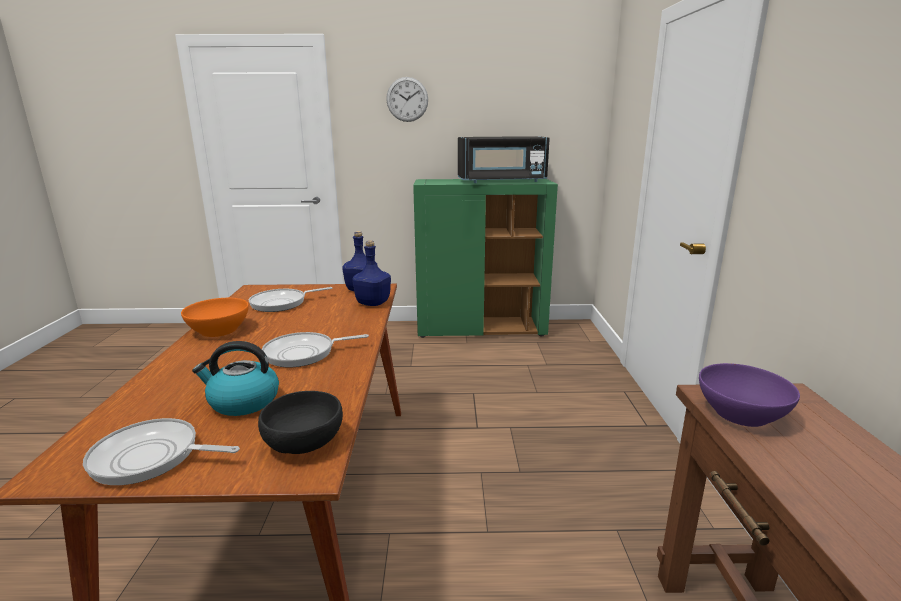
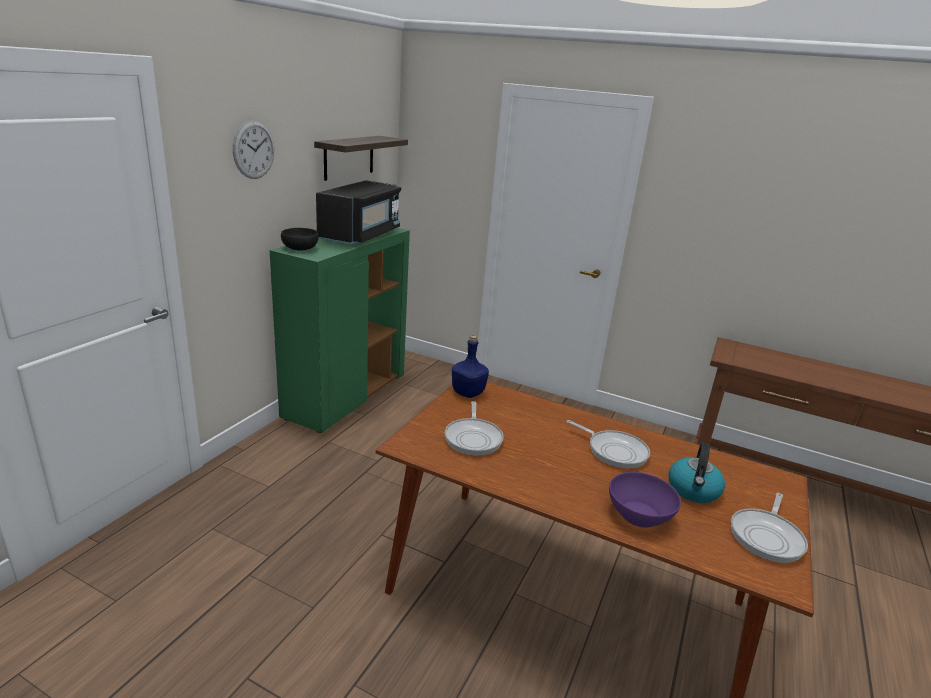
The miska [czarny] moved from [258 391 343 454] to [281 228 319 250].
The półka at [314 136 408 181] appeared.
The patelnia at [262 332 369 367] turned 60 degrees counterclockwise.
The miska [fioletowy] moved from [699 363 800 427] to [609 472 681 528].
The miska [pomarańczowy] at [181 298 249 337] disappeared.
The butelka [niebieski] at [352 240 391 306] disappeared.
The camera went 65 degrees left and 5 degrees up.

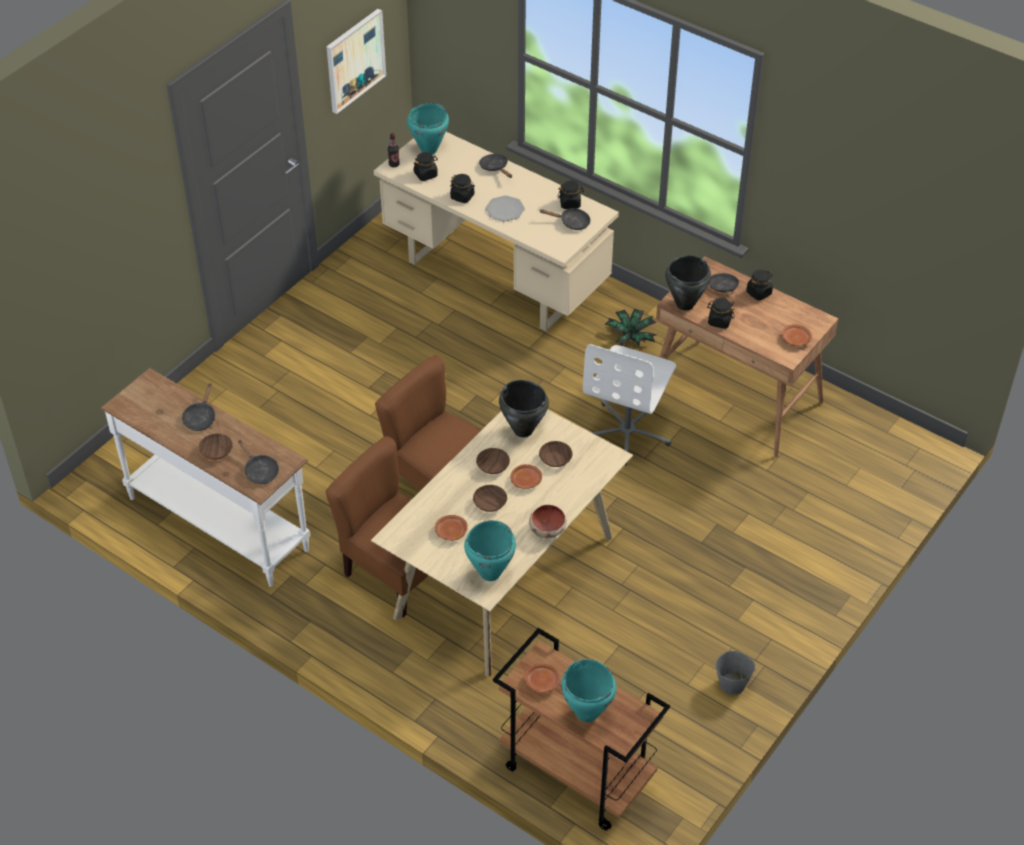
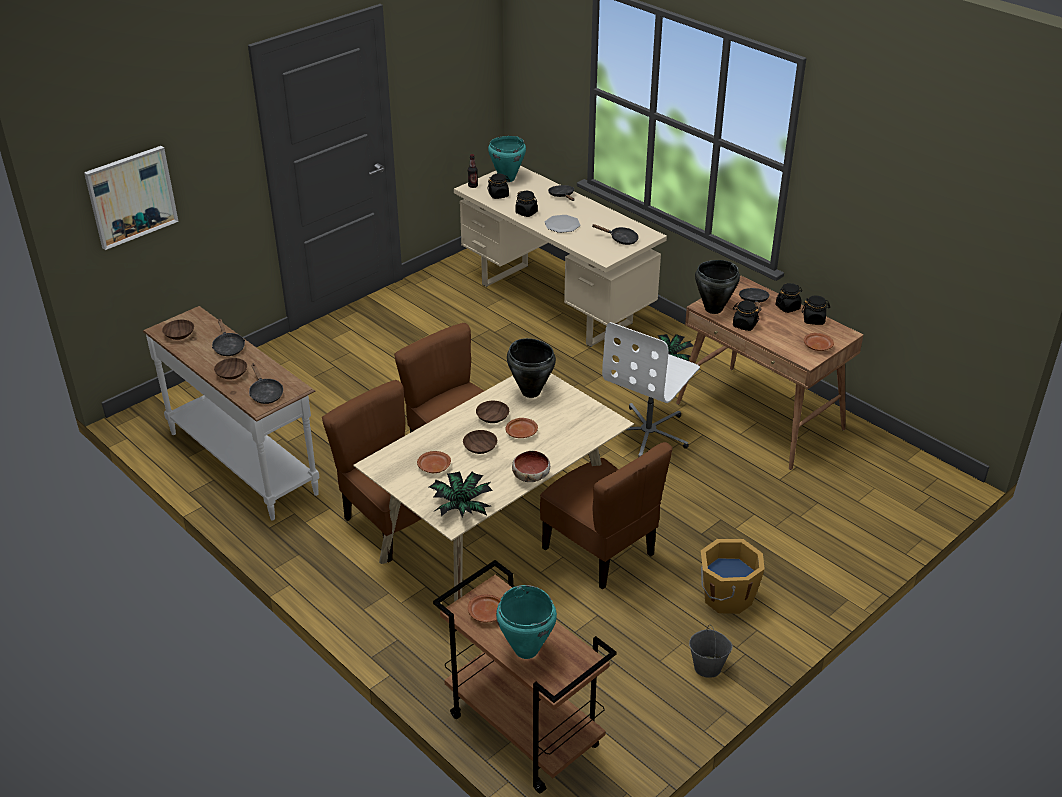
The obraz moved from [326 9 386 114] to [84 146 179 250].
The miska [brązowy] moved from [539 441 573 467] to [162 320 194 340].
The patelnia [czarny] at [182 383 215 431] turned 45 degrees counterclockwise.
The garnek [turkusowy] at [464 520 516 581] was replaced by the roślina doniczkowa at [429 471 493 517].
The krzesło [brązowy] at [540 442 673 590] appeared.
The wiadro [pomarańczowy] at [701 539 765 614] appeared.
The słoik [czarny] moved from [558 181 584 209] to [802 295 830 325].
The camera went 10 degrees right and 10 degrees down.

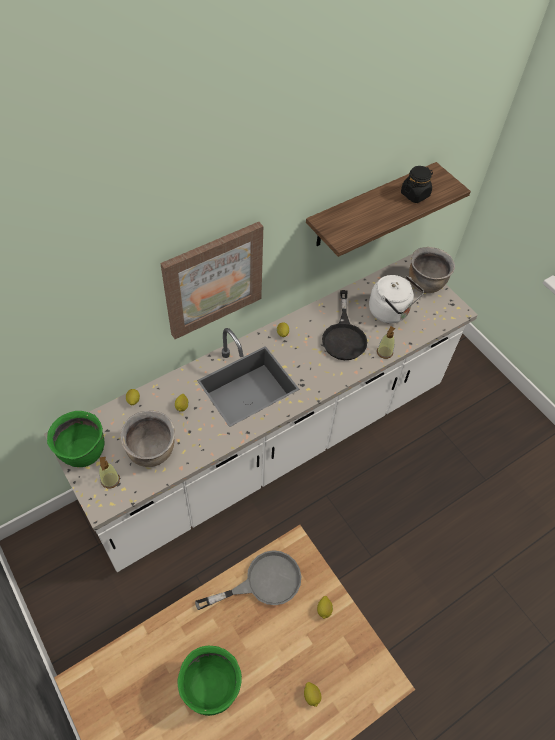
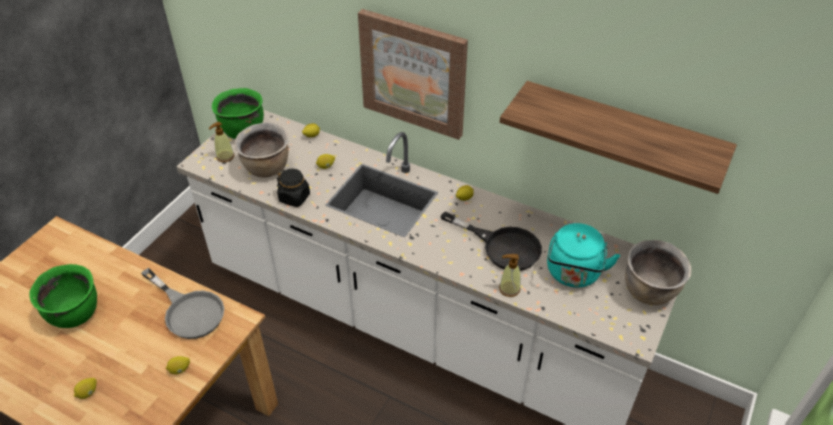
The słoik [czarny] moved from [401 166 433 203] to [277 169 310 207].
The patelnia [czarny] at [322 290 367 360] turned 120 degrees counterclockwise.
The czajnik [biały] at [369 275 424 323] became the czajnik [turkusowy] at [547 223 620 287].
The camera went 65 degrees right and 10 degrees down.

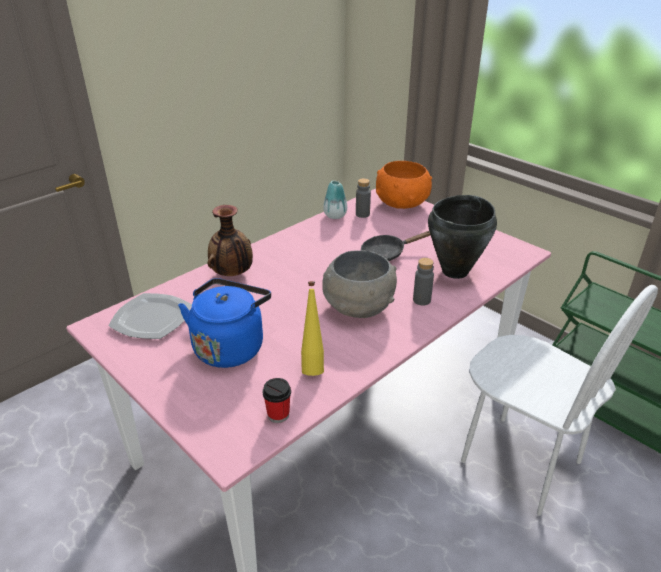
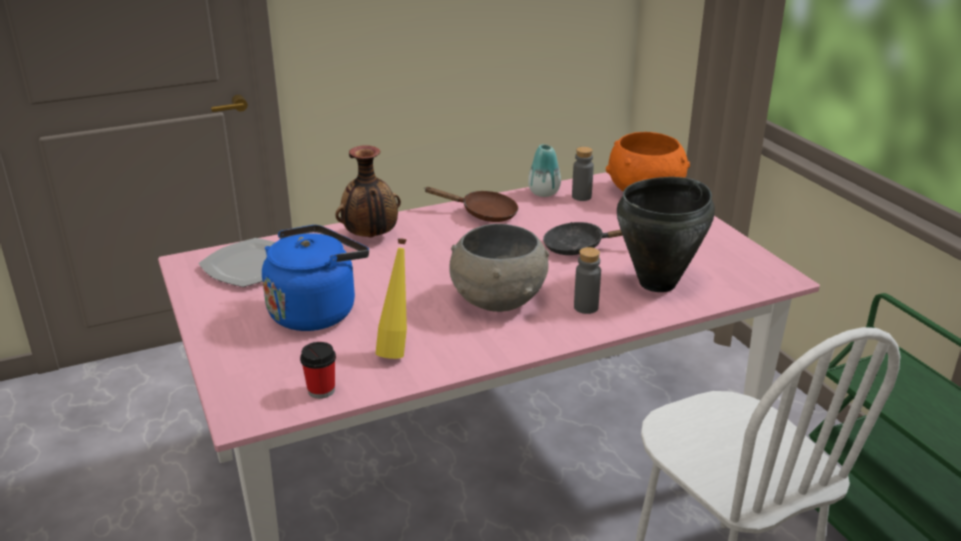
The patelnia [brązowy] at [425 187 518 222] appeared.
The camera went 20 degrees right and 5 degrees down.

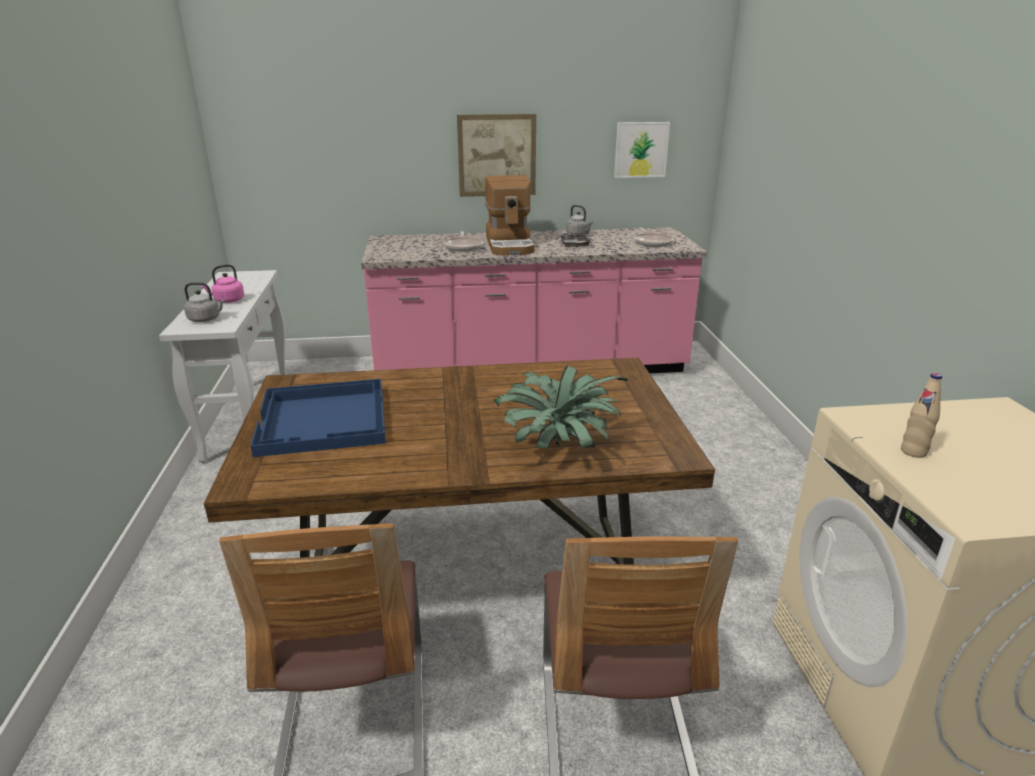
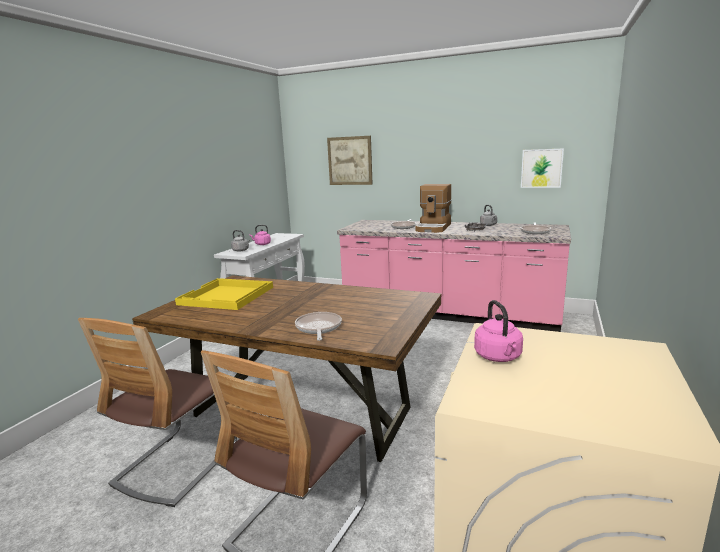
The taca [niebieski] at [251 379 386 457] became the taca [żółty] at [175 278 273 310].
The roślina doniczkowa at [494 365 628 448] was replaced by the patelnia at [295 312 342 341].
The obraz moved from [457 114 536 197] to [327 136 373 185].
The butelka [beżowy] at [901 373 942 458] was replaced by the czajnik [różowy] at [474 300 523 362].
The camera went 30 degrees right and 10 degrees down.

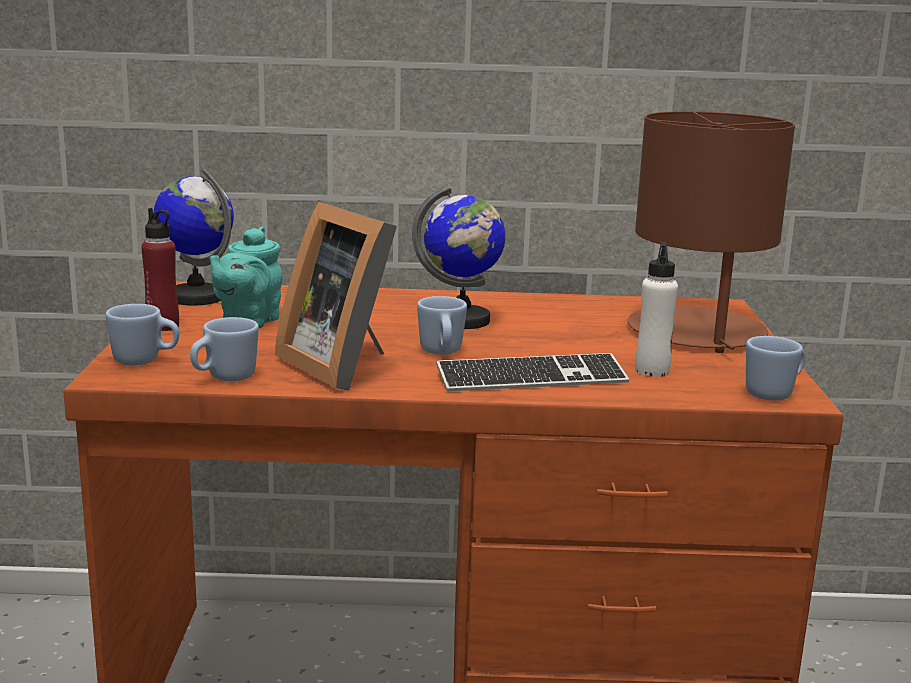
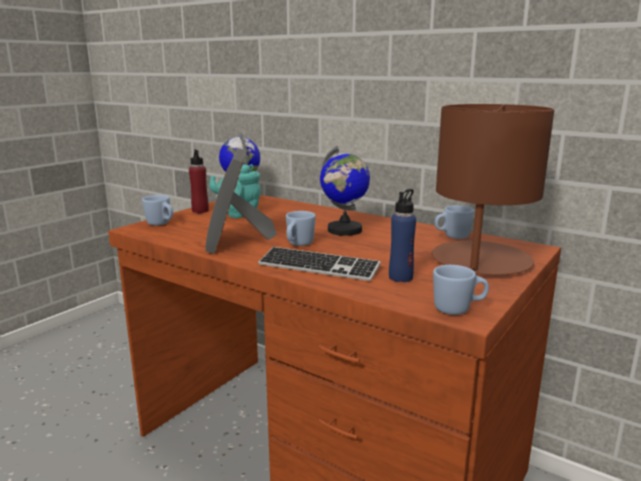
The butelka [biały] at [635 242 678 377] became the butelka [niebieski] at [389 189 416 282].
The kubek [niebieski] moved from [190 317 259 381] to [435 205 474 239].
The camera went 35 degrees right and 0 degrees up.

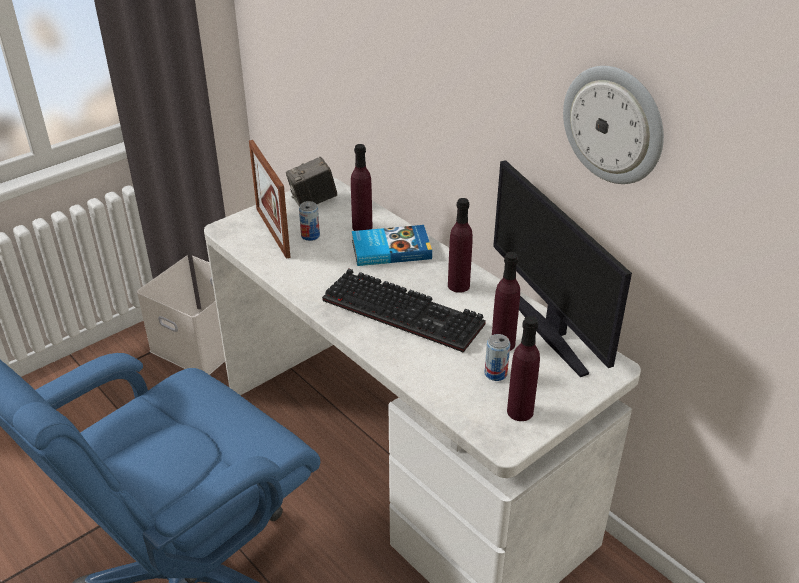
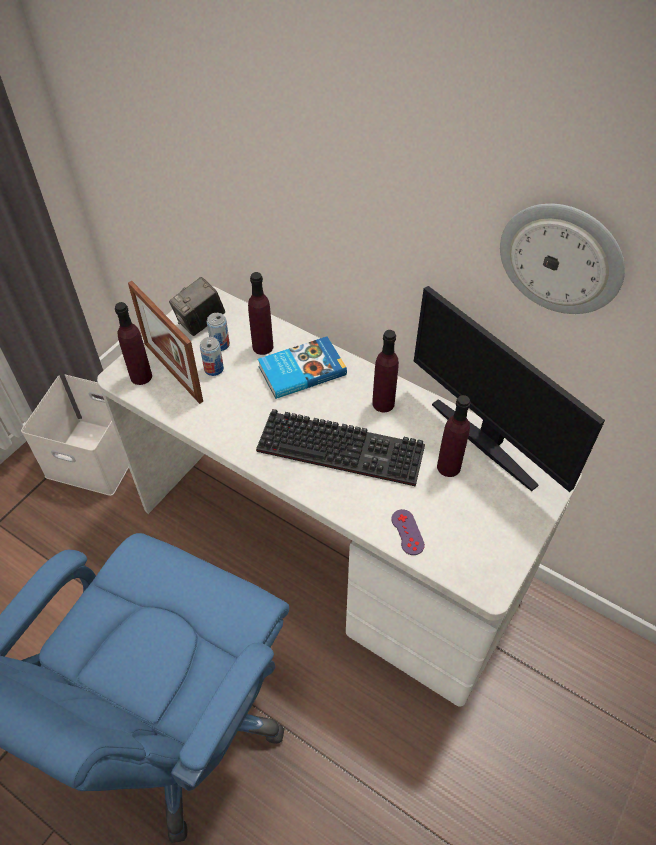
The butelka [fioletowy] moved from [507 316 540 421] to [115 302 152 385].
The puszka moved from [484 334 510 381] to [207 313 230 351].
The pad do gier [fioletowy] at [391 509 425 555] appeared.
The camera went 15 degrees left and 15 degrees up.

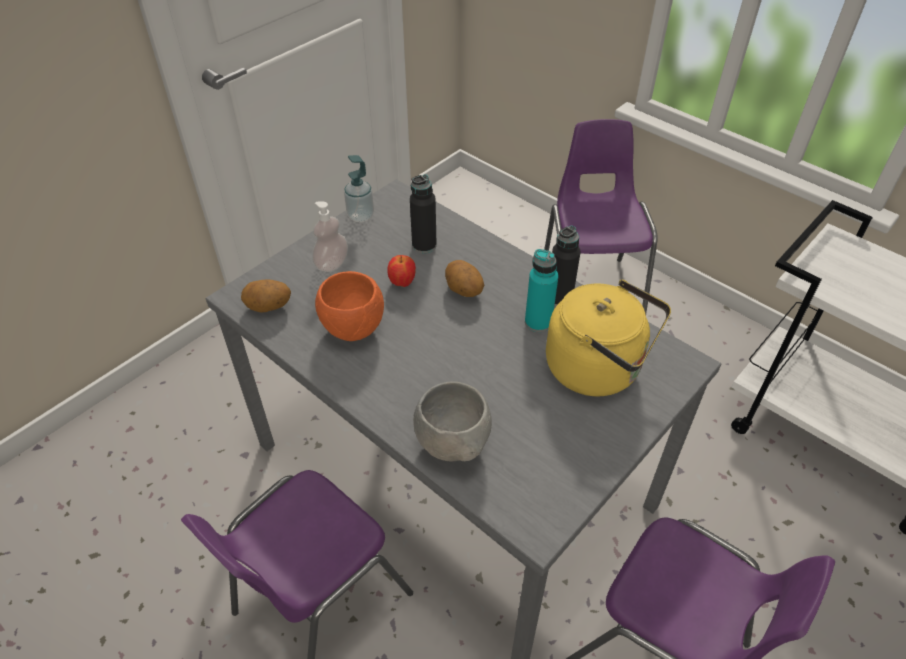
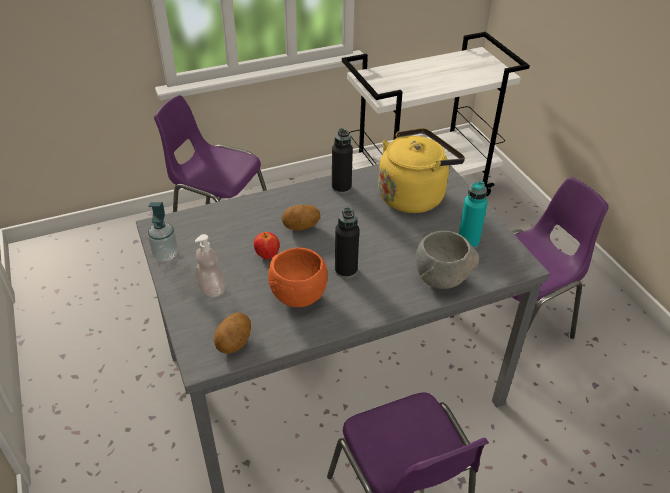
The butelka [czarny] moved from [410 174 437 253] to [335 207 359 278].
The butelka [turkusowy] moved from [525 249 559 332] to [459 181 488 249].
The camera went 65 degrees left and 5 degrees down.

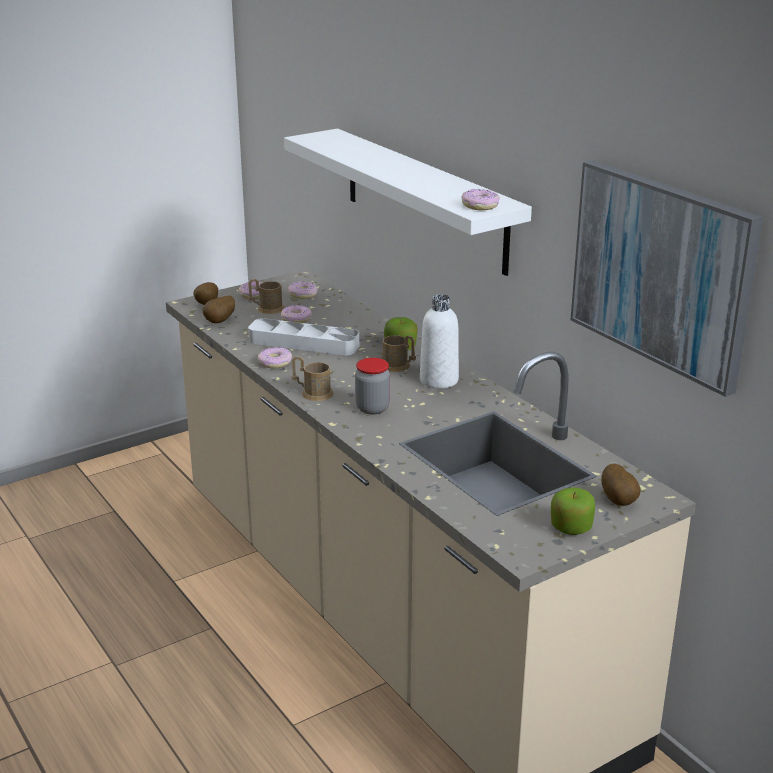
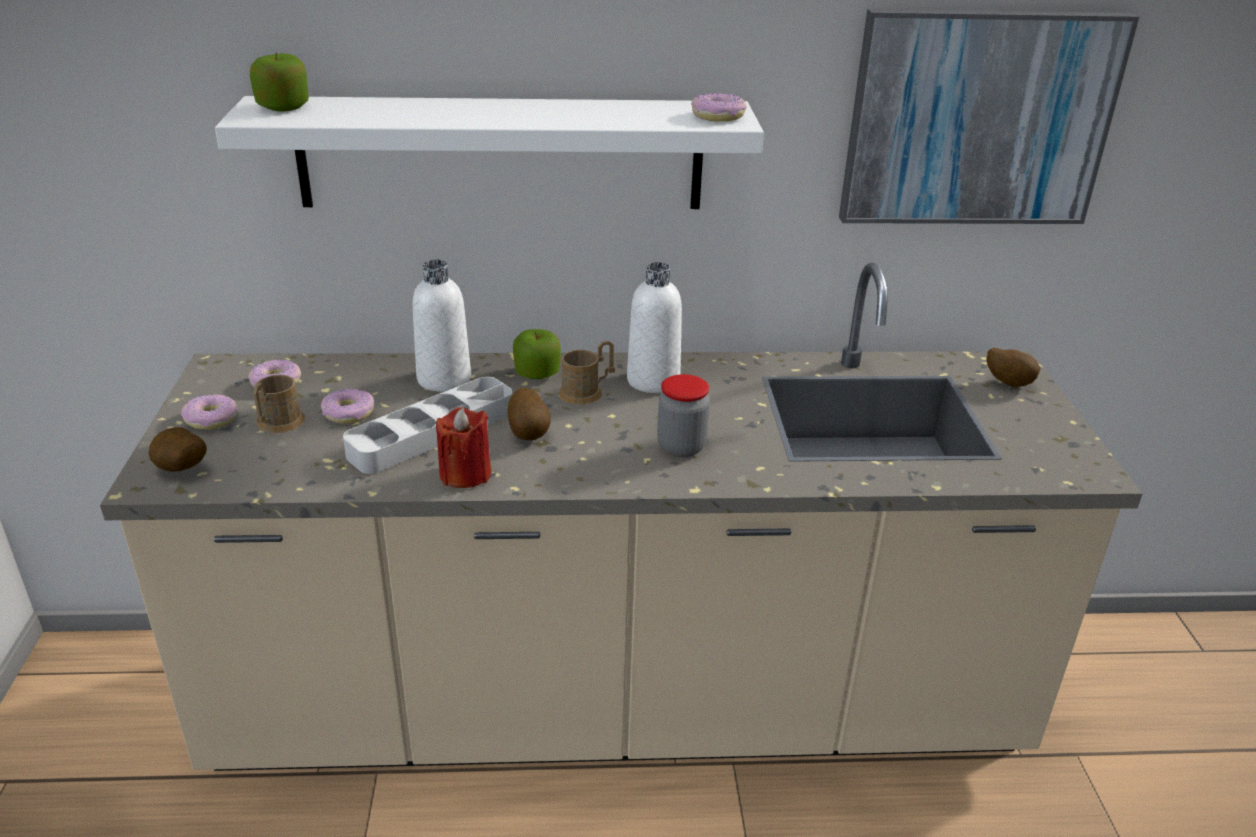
The jabłko moved from [551 488 595 535] to [250 53 309 111].
The butelka [biały] at [413 260 471 392] appeared.
The donut at [258 347 292 368] was replaced by the świeca [czerwony] at [436 407 491 488].
The ziemniak moved from [202 296 235 323] to [508 388 551 440].
The kubek [brązowy] at [292 356 334 401] disappeared.
The camera went 60 degrees left and 5 degrees up.

